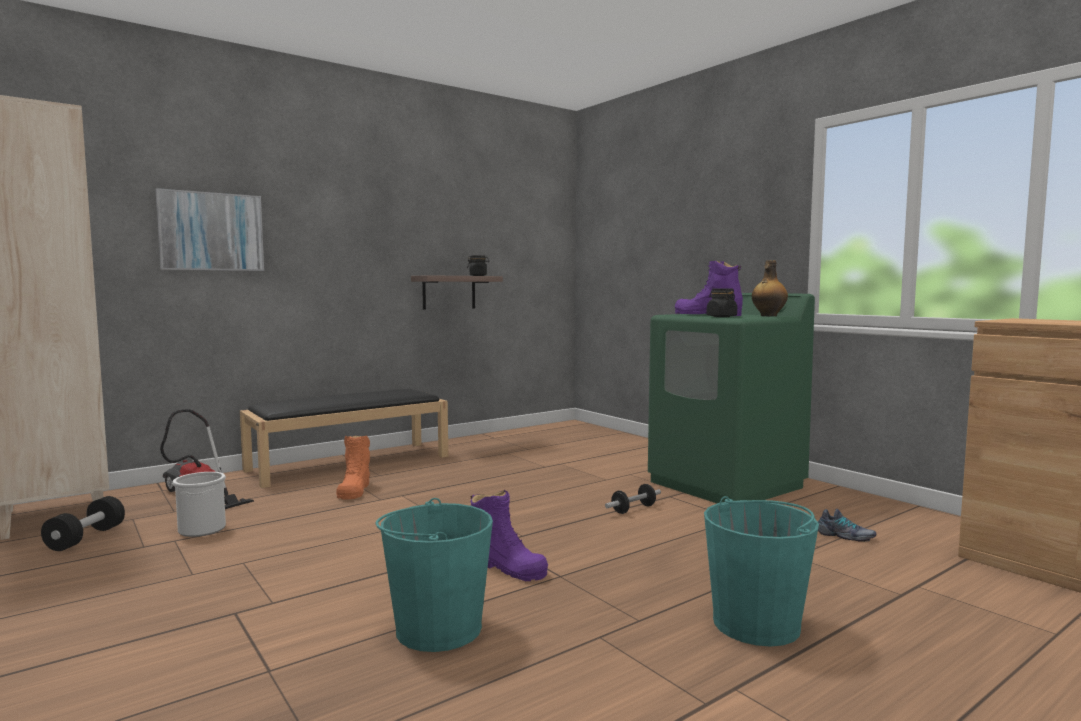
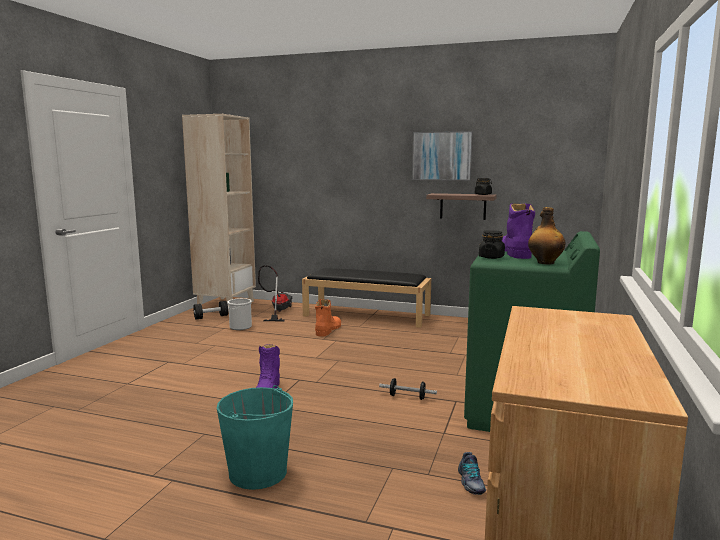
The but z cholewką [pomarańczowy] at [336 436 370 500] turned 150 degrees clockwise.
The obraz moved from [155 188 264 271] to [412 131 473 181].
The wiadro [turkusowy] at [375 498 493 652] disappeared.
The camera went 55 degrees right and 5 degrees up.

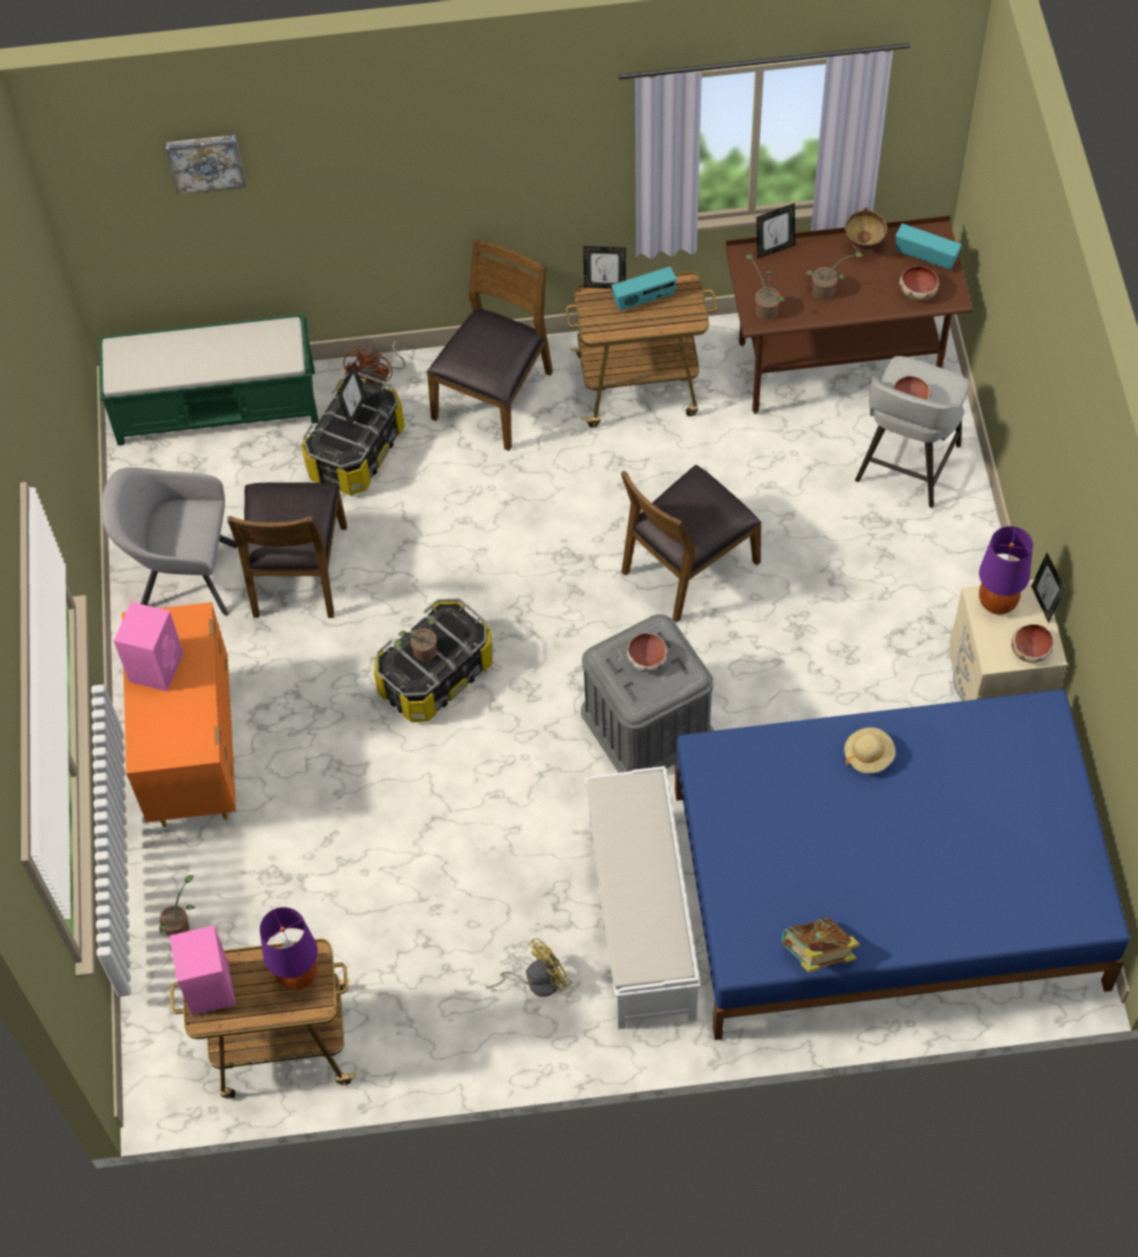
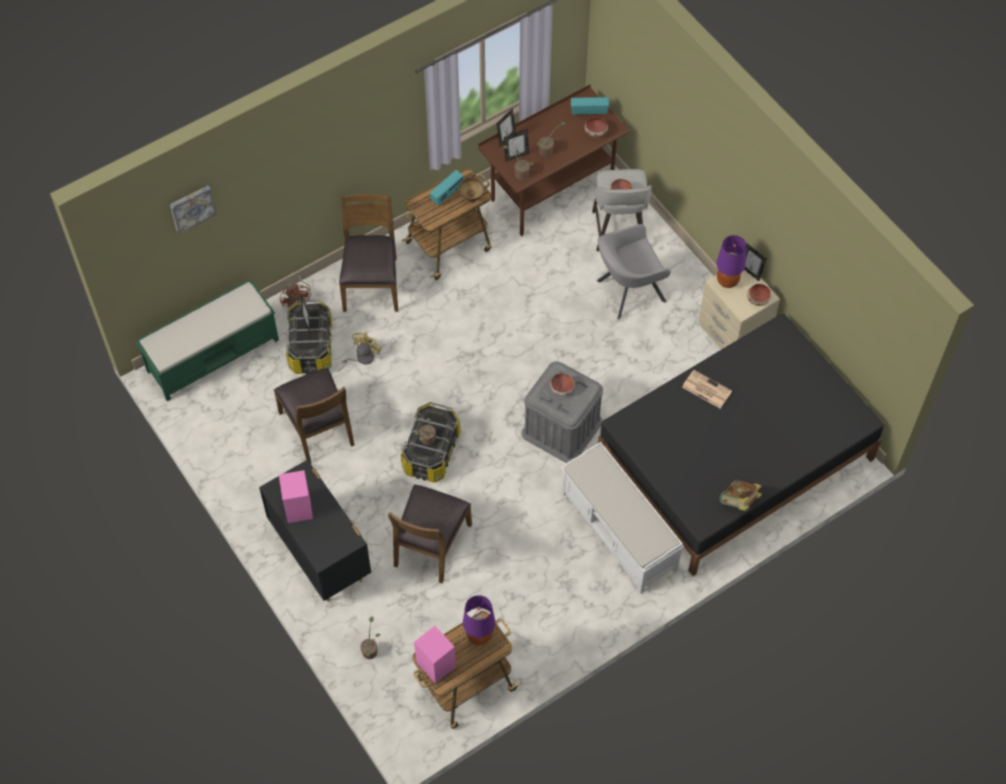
The komoda [pomarańczowy] at [122 602 236 827] became the komoda [czarny] at [259 459 371 602].
The wentylator [żółty] moved from [486 938 572 997] to [338 332 382 372].
The krzesło [brązowy] moved from [621 465 762 623] to [388 484 472 583].
The miska [brązowy] moved from [845 207 887 253] to [459 177 485 203].
The ramka na zdjęcie moved from [583 246 626 289] to [504 129 529 161].
The fotel [szary] moved from [101 467 237 616] to [597 224 671 320].
The łóżko [niebieski] at [675 690 1130 1040] became the łóżko [czarny] at [598 313 884 576].
The kapelusz [beżowy] at [844 727 896 774] was replaced by the gazeta at [682 370 732 408].
The camera went 30 degrees left and 0 degrees up.

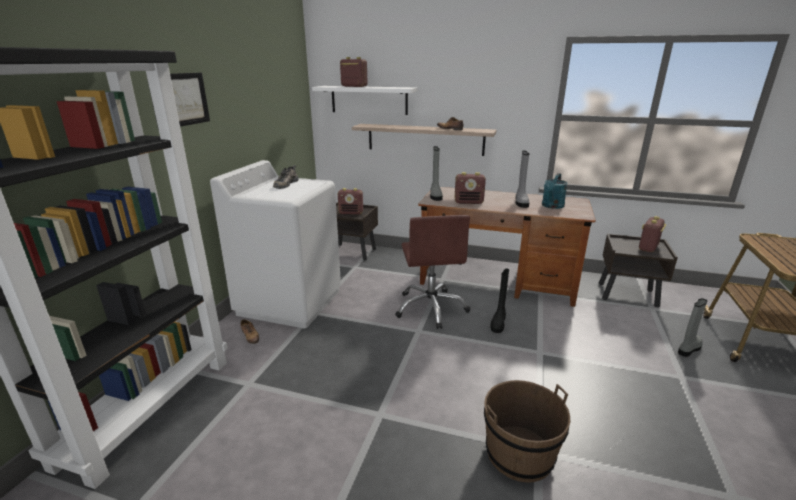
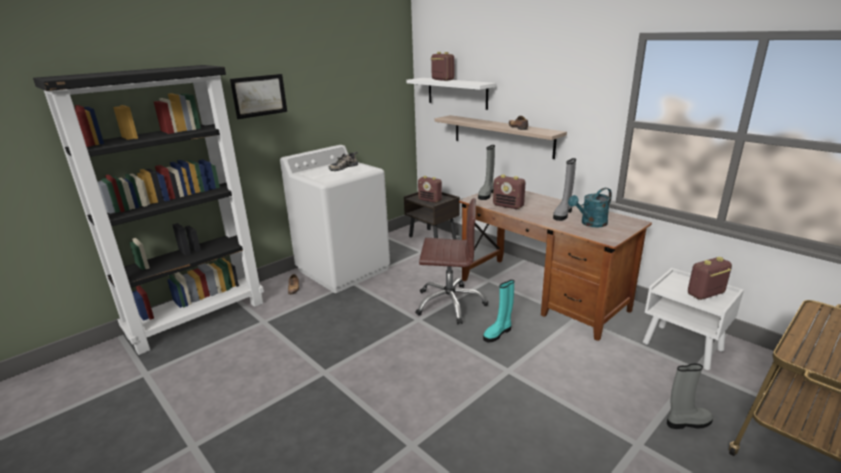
The krzesło biurowe [brązowy] at [395 215 470 329] turned 105 degrees counterclockwise.
The but z cholewką [czarny] at [490 268 509 333] became the but z cholewką [turkusowy] at [483 280 514 343].
The szafka nocna [brązowy] at [599 234 678 307] became the szafka nocna [biały] at [643 268 744 370].
The wiadro [brązowy] at [484 380 571 483] disappeared.
The camera went 30 degrees right and 0 degrees up.

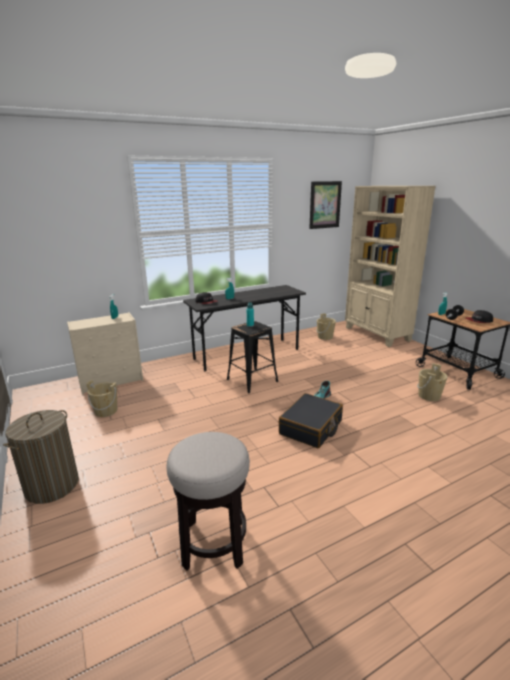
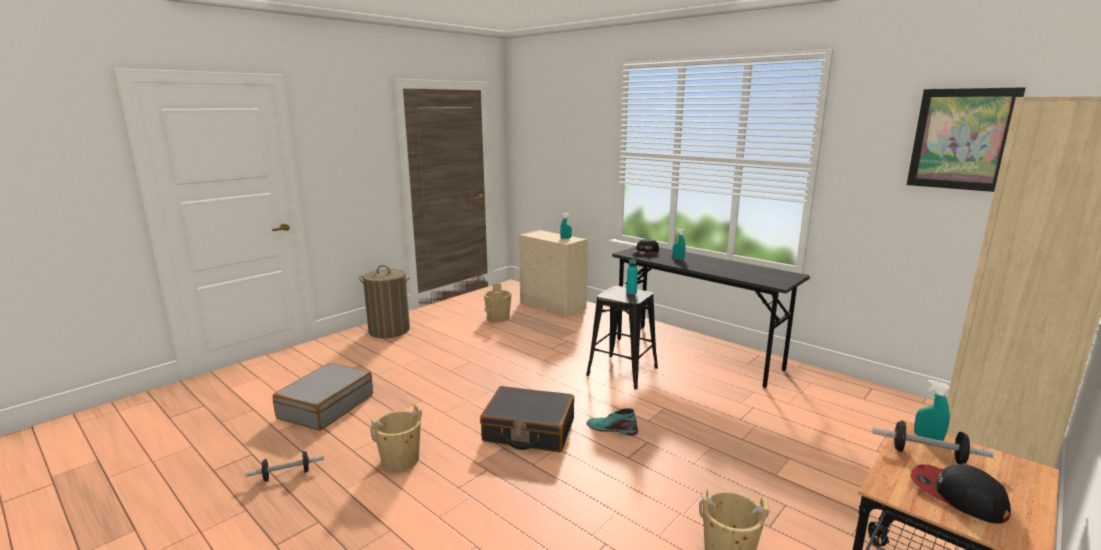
The hantel at [245 451 324 482] appeared.
The stołek at [166 432 250 571] was replaced by the walizka [szary] at [273 363 373 431].
The wiadro [beżowy] moved from [316 313 336 340] to [370 404 422 471].
The camera went 70 degrees right and 5 degrees down.

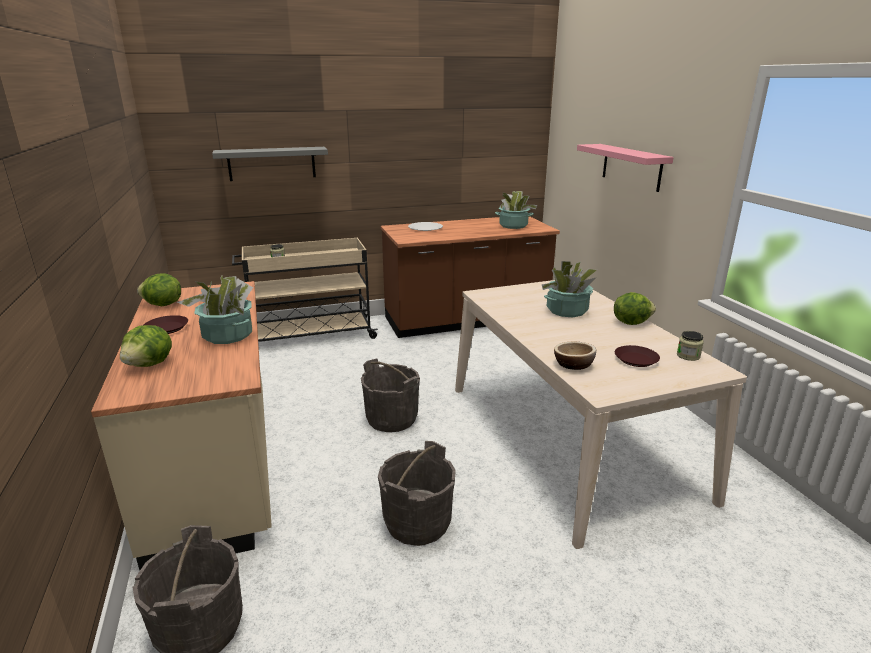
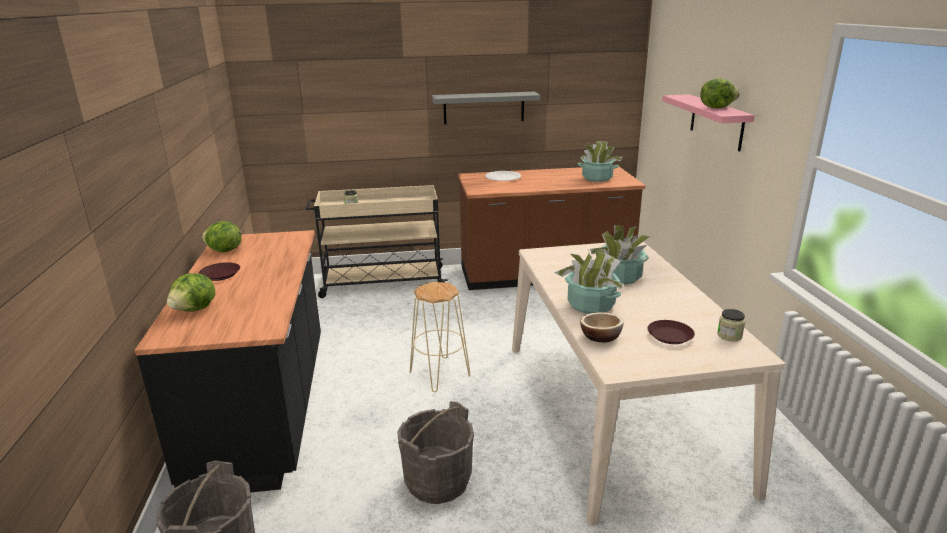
The zabudowa kuchenna [beżowy] at [91 281 272 570] became the zabudowa kuchenna [czarny] at [135 230 321 493].
The wiadro [szary] at [361 358 420 432] was replaced by the stołek [beżowy] at [409 282 471 392].
The półka [szary] moved from [212 147 328 181] to [432 92 540 124].
The roślina doniczkowa moved from [177 276 253 344] to [554 250 623 314].
The sałata moved from [614 292 656 325] to [700 78 740 108].
The camera went 10 degrees right and 0 degrees up.

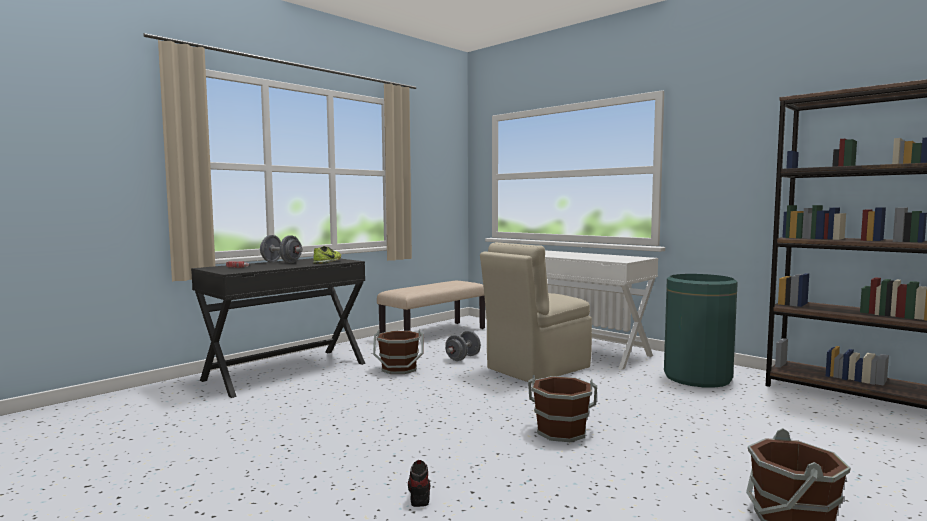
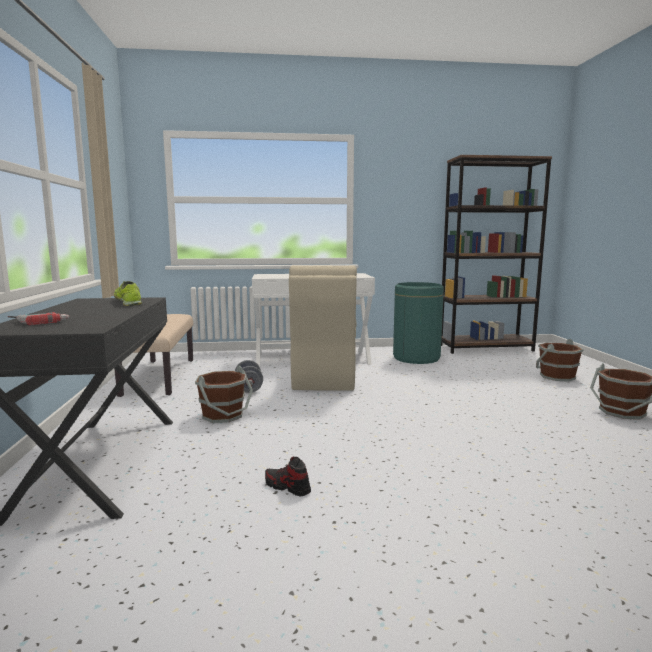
The but moved from [408 460 430 507] to [265 457 311 496].
The wiadro [brązowy] moved from [528 375 597 442] to [536 339 584 382].
The hantel [szary] at [260 235 303 263] disappeared.
The camera went 50 degrees left and 5 degrees up.

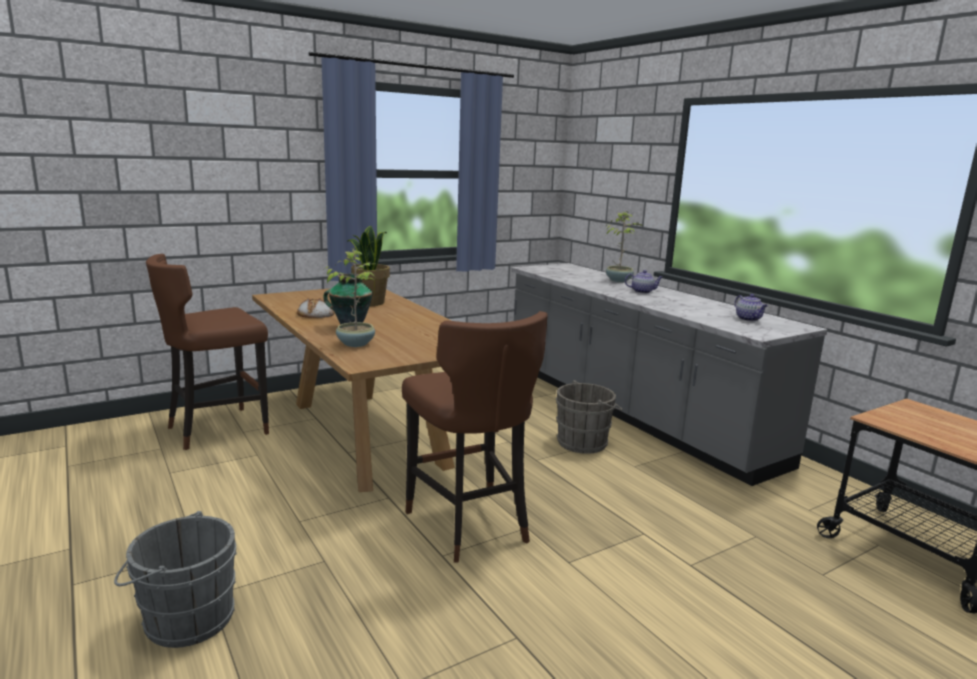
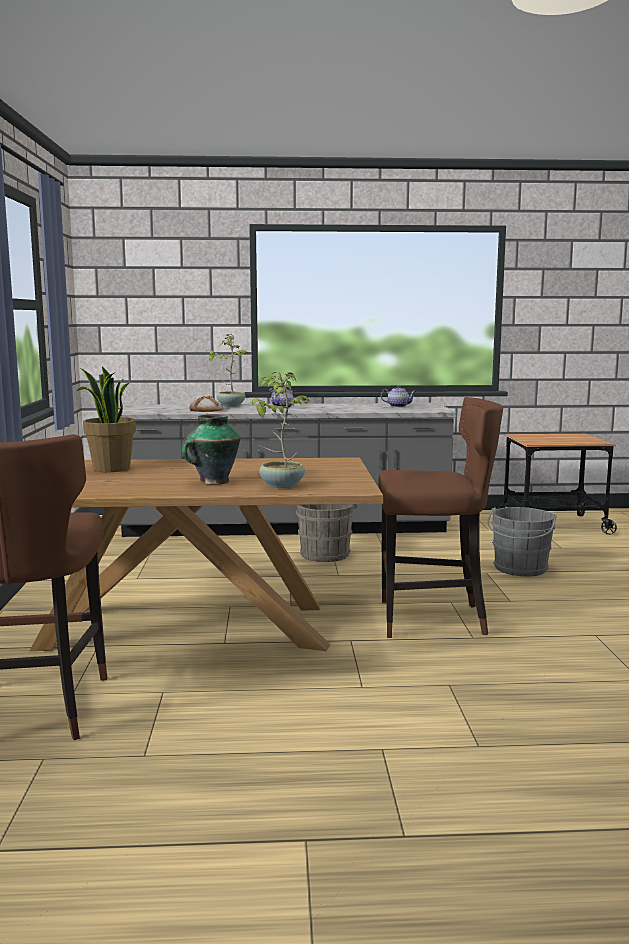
The chleb moved from [297 298 335 318] to [189 396 223 412].
The wiadro [szary] moved from [114 511 237 648] to [487 507 557 576].
The camera went 60 degrees left and 5 degrees down.

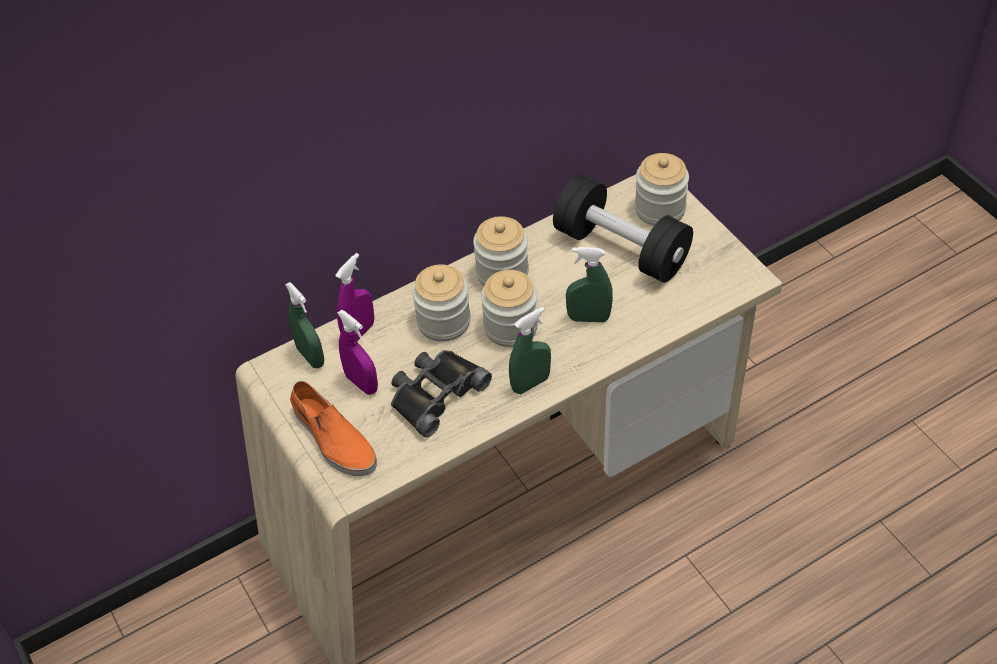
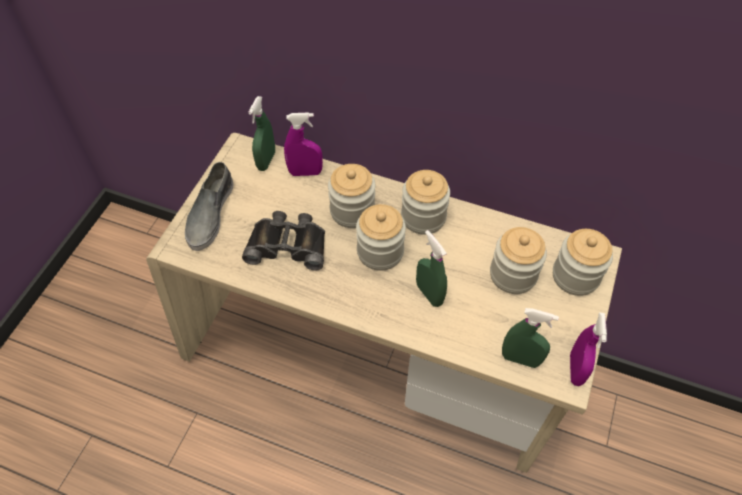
The but [pomarańczowy] at [290 381 377 476] became the but [szary] at [185 162 234 251].
The hantel [czarny] at [553 175 693 283] was replaced by the słoik at [490 227 547 294].
The spryskiwacz [zielony] moved from [509 307 551 394] to [502 308 559 368].
The spryskiwacz [fioletowy] moved from [337 310 378 395] to [570 312 607 386].
The camera went 50 degrees right and 5 degrees up.

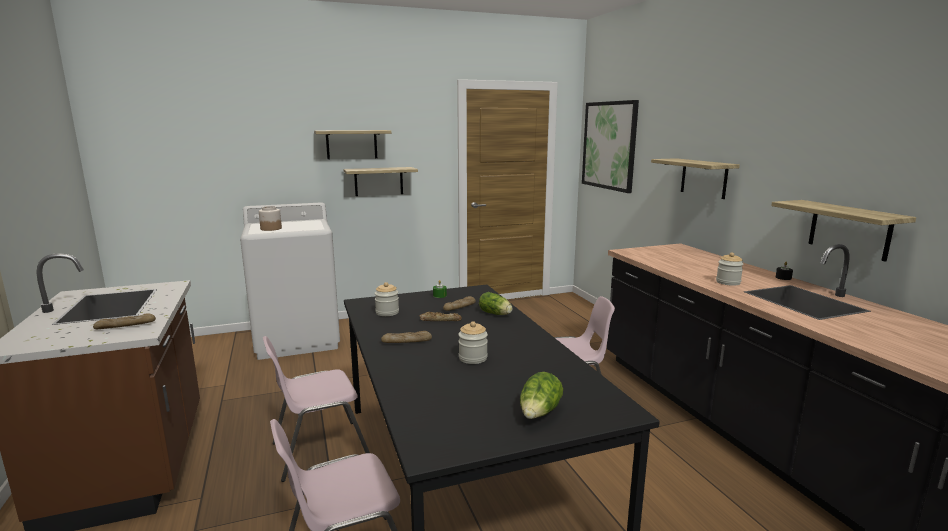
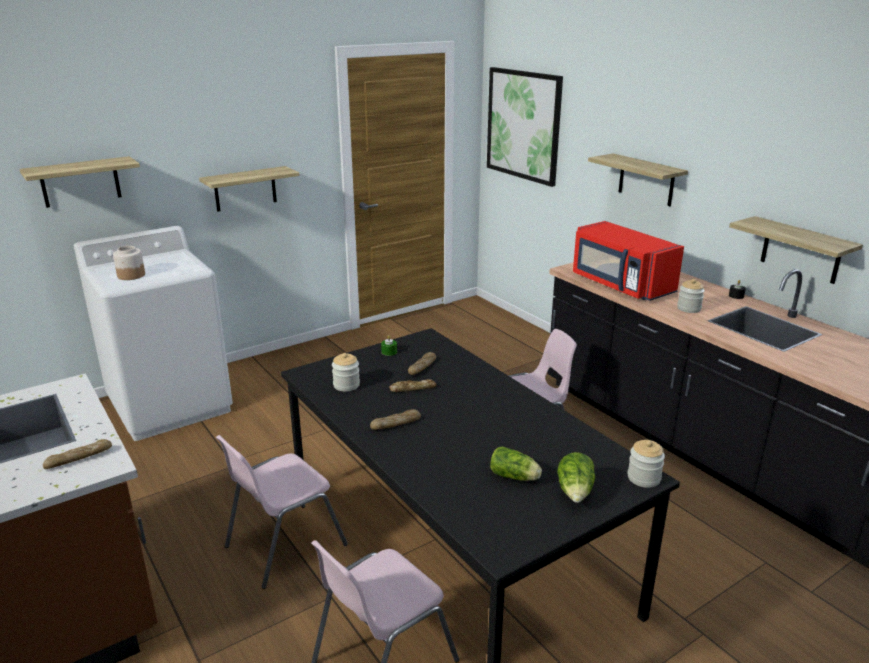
The półka moved from [314 130 391 159] to [20 156 140 208].
The sałata moved from [479 292 513 315] to [490 446 542 481].
The mikrofalówka [czerwony] at [573 221 684 301] appeared.
The słoik moved from [458 321 488 364] to [628 440 665 488].
The camera went 15 degrees left and 10 degrees up.

